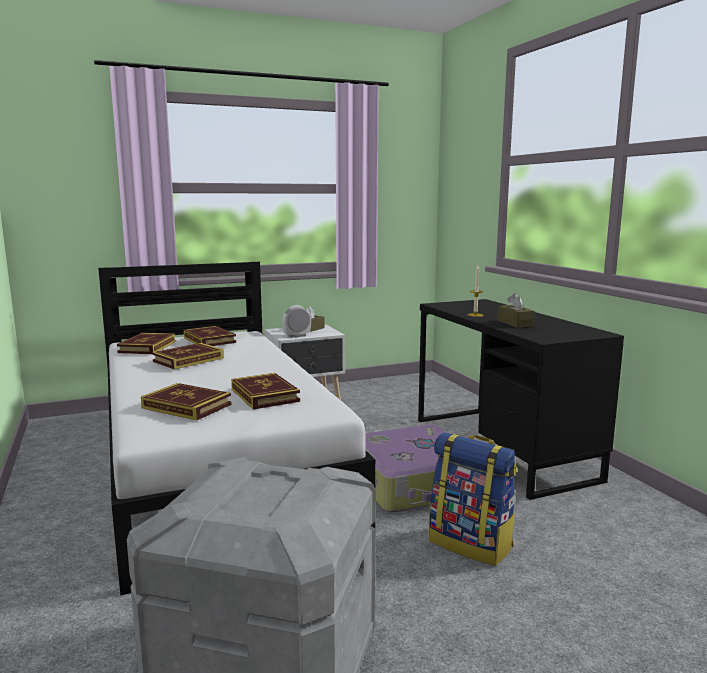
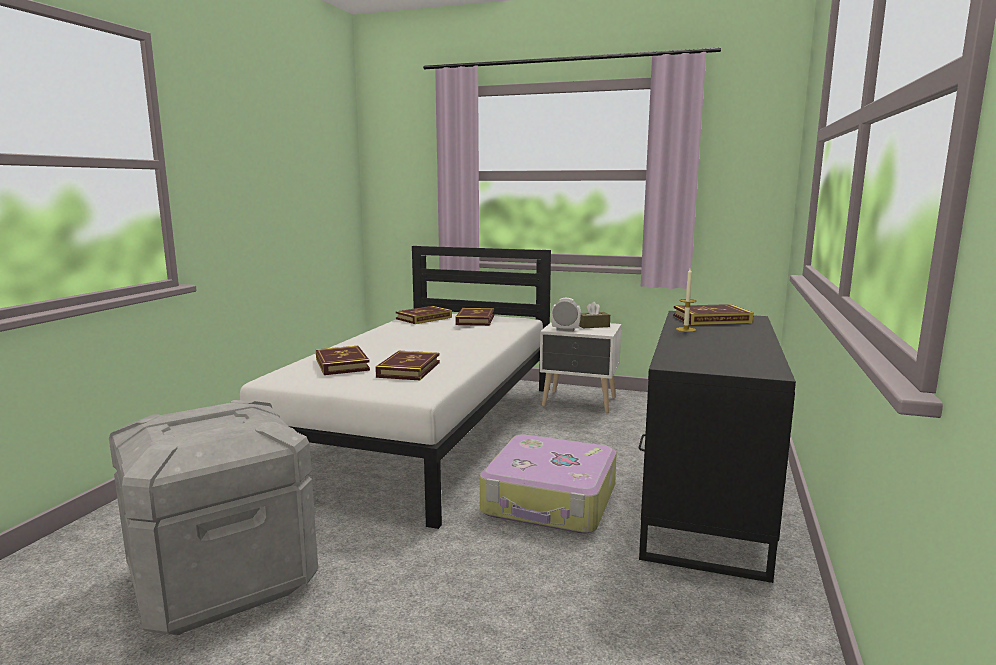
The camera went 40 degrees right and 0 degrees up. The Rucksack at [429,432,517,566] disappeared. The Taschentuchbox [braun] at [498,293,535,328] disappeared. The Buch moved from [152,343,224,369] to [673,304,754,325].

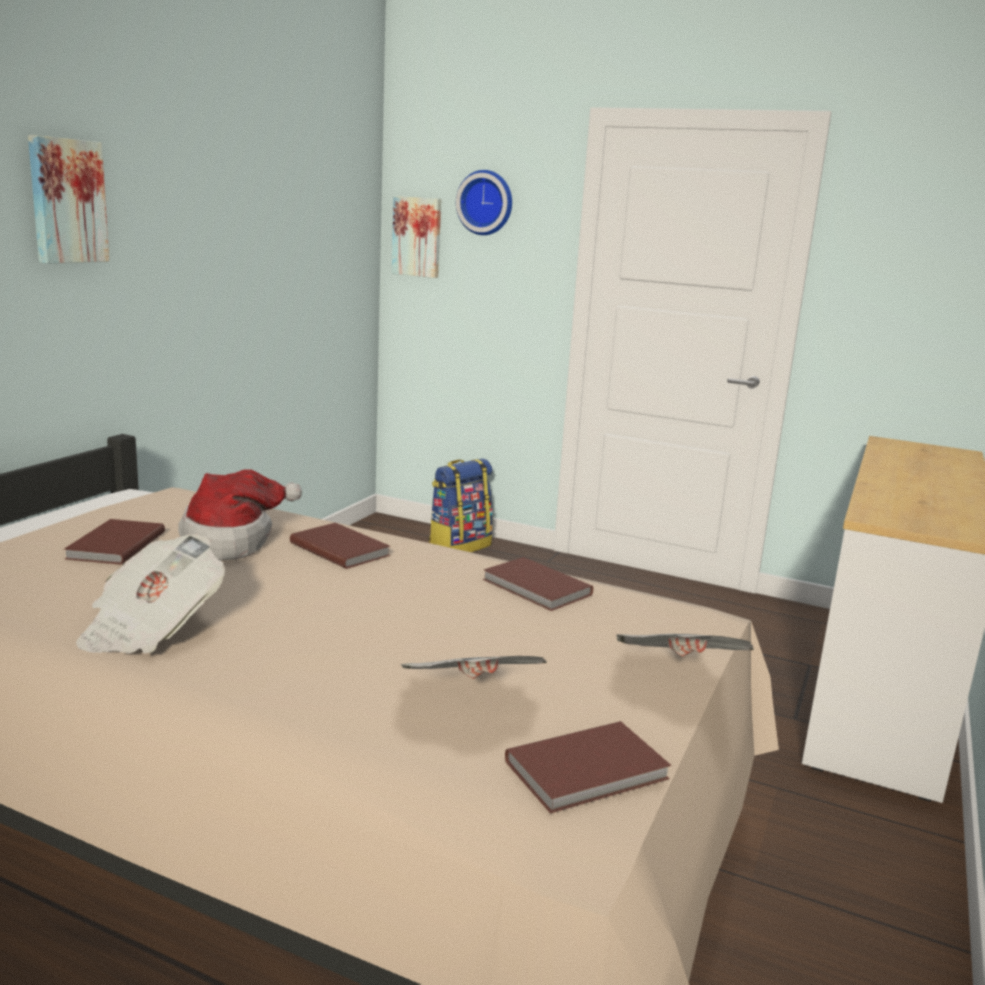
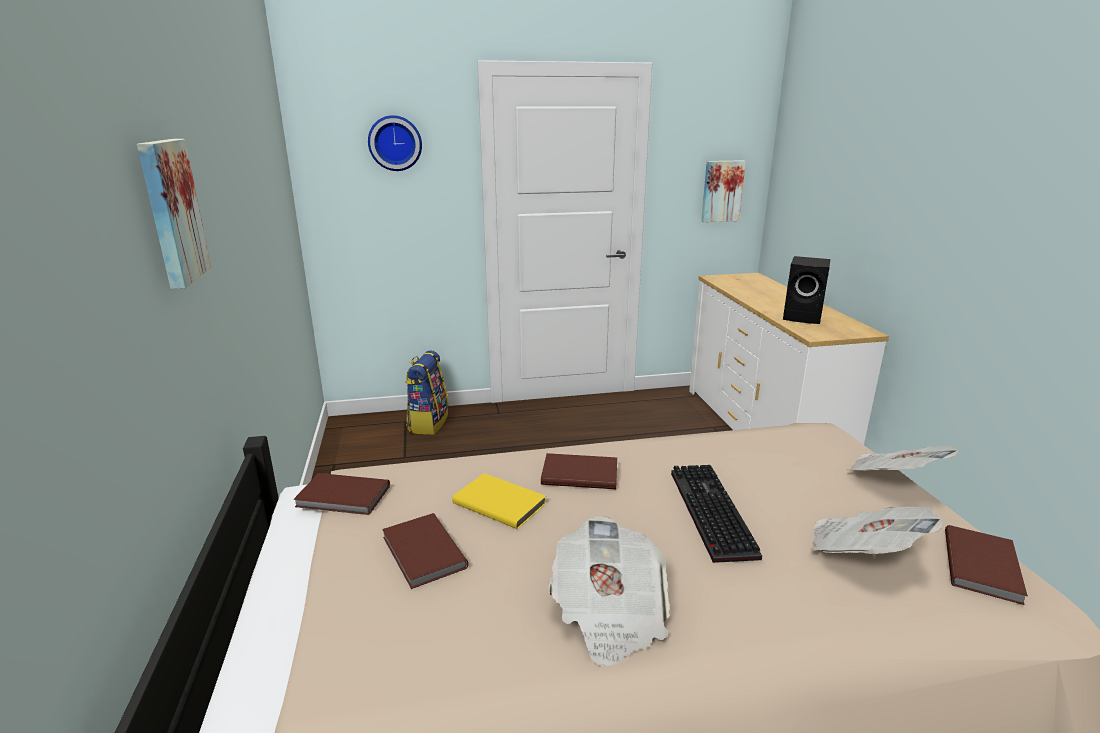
The camera went 35 degrees left and 5 degrees up. The Tastatur at [671,465,762,563] appeared. The Lautsprecher [schwarz] at [783,256,830,324] appeared. The Bild moved from [392,196,441,278] to [701,160,746,222]. The Buch [braun] moved from [483,557,593,611] to [293,473,390,515]. The Hut at [178,469,302,560] was replaced by the Buch [gelb] at [452,473,546,529].

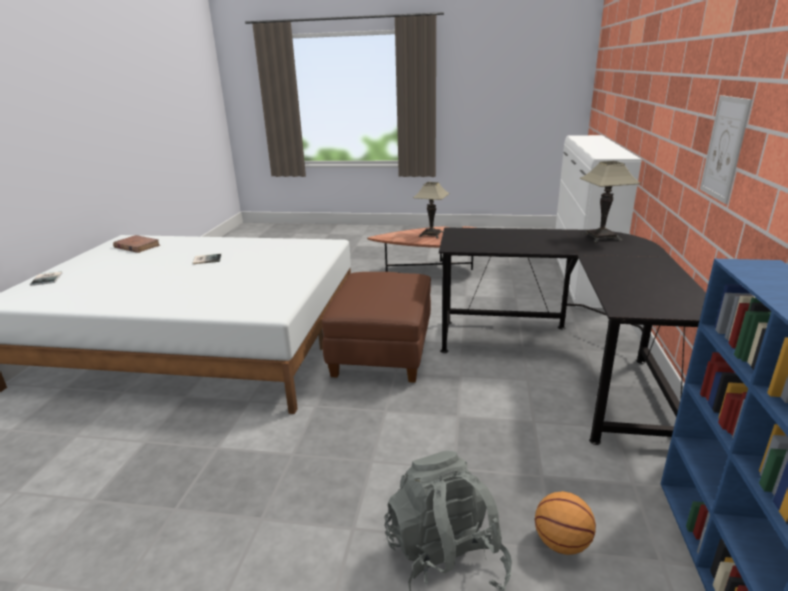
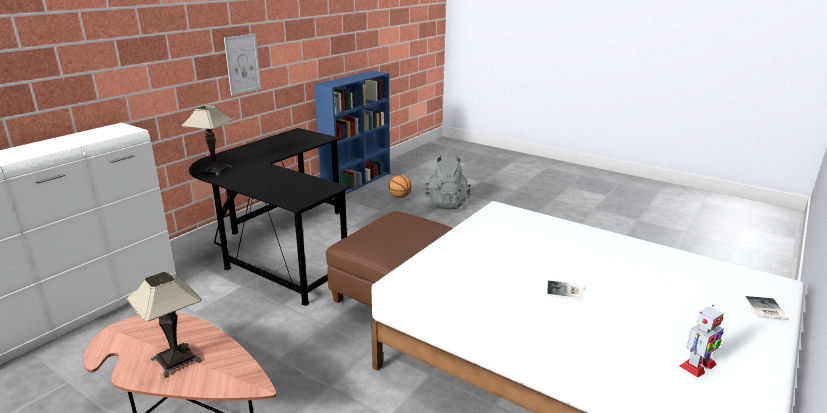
The camera went 155 degrees left and 0 degrees up. The Buch [braun] at [113,235,160,253] was replaced by the Spielzeugroboter at [679,305,724,378].

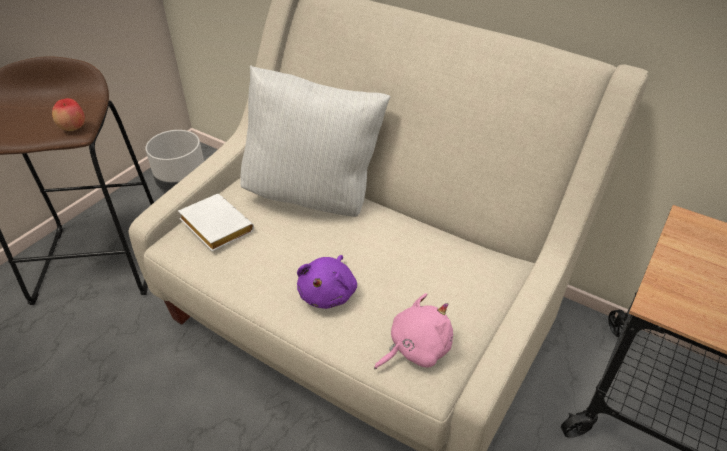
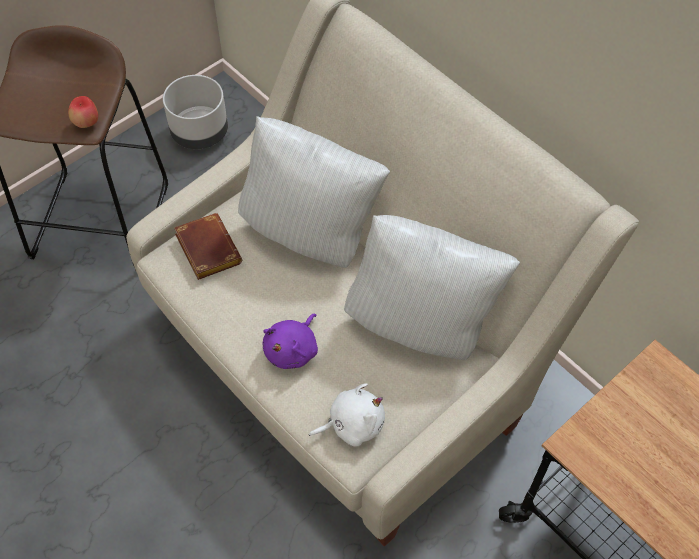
The camera went 15 degrees right and 15 degrees up. The Kissen [weiß] at [344,215,520,360] appeared. The Buch [weiß] at [178,194,254,251] became the Buch [braun] at [174,213,242,280]. The Plüschtier [rosa] at [374,293,453,369] became the Plüschtier [weiß] at [309,383,385,447].

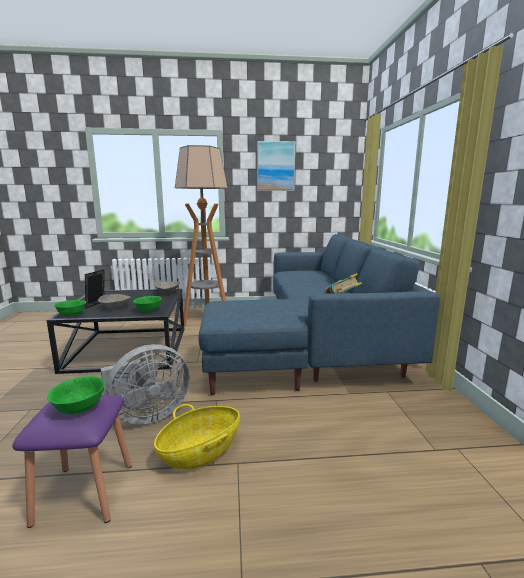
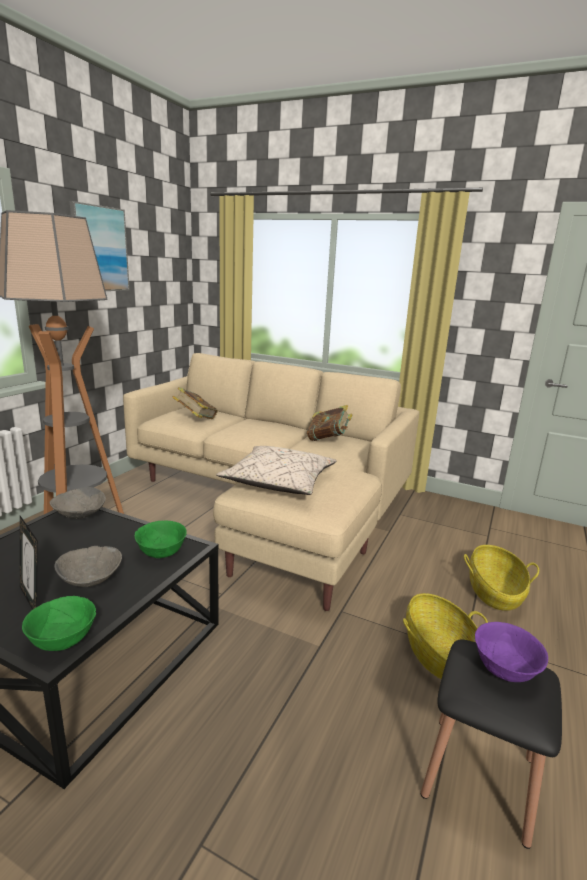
The camera went 60 degrees left and 5 degrees up. The Ventilator [grau] at [100,344,190,425] disappeared. The Buch at [172,387,218,419] appeared. The Kissen [beige] at [216,446,337,495] appeared. The Korb at [464,545,539,611] appeared. The Hocker [lila] at [12,395,131,528] became the Hocker [schwarz] at [421,639,562,849]. The Schüssel [grün] at [47,376,105,414] became the Schüssel [lila] at [475,622,548,682]. The Sofa [blau] at [199,234,440,395] became the Sofa [beige] at [123,353,419,611].

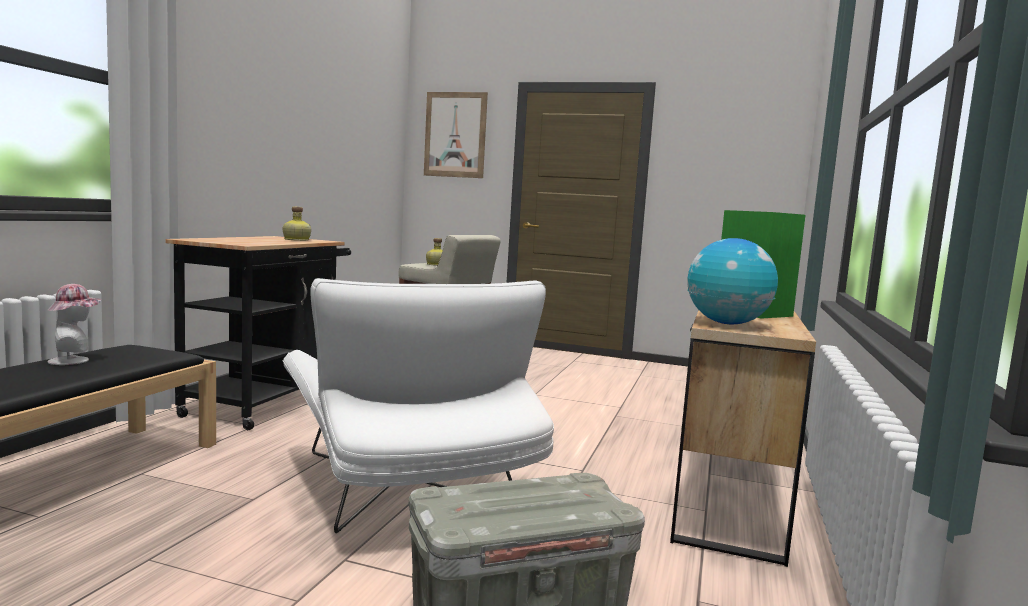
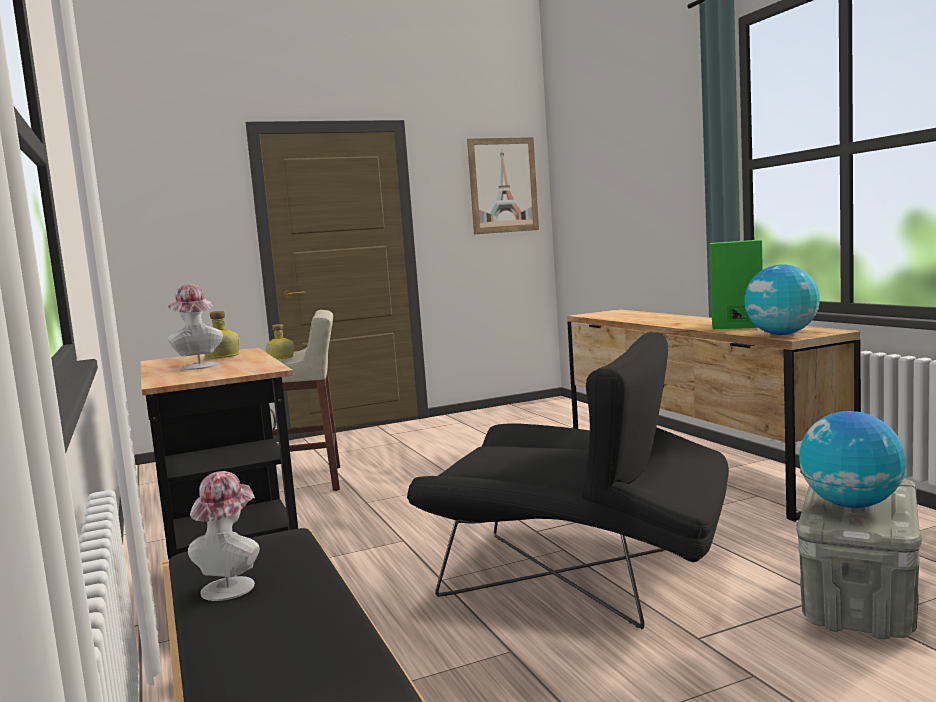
The camera went 40 degrees left and 0 degrees up. The Hut at [168,284,223,370] appeared. The Globus at [799,411,906,508] appeared. The Bild moved from [424,92,488,178] to [467,137,539,235]. The Sessel [weiß] at [282,278,554,533] became the Sessel [schwarz] at [407,332,729,629].

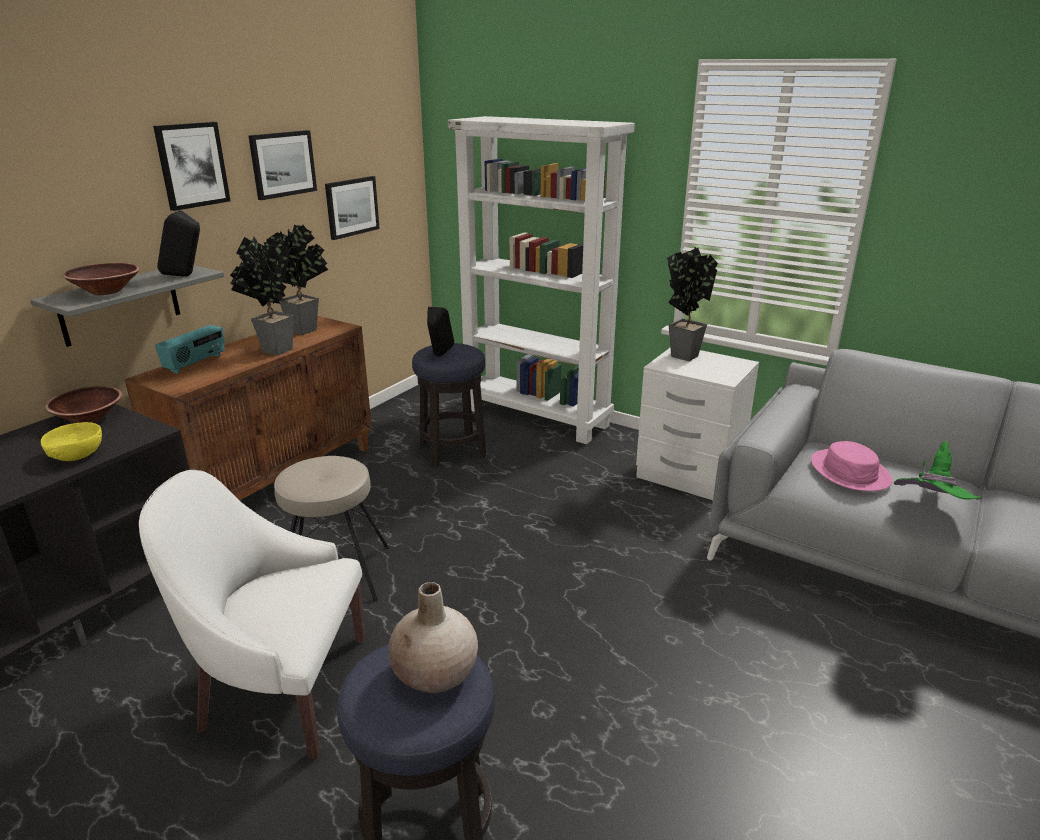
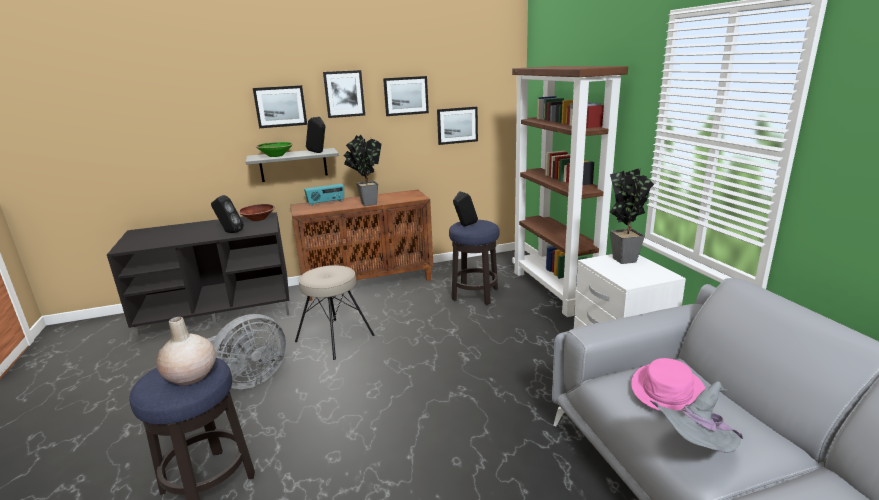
The camera went 40 degrees right and 5 degrees down. The Topfpflanze at [264,224,328,335] disappeared. The Bild at [253,85,307,128] appeared. The Schüssel [gelb] at [41,422,102,461] was replaced by the Lautsprecher [schwarz] at [211,195,244,233]. The Sessel [weiß] at [139,470,365,759] was replaced by the Ventilator [grau] at [208,314,286,389]. The Schüssel [braun] at [62,263,140,295] became the Schüssel [grün] at [256,142,293,157]. The Bücherregal [weiß] at [448,116,635,444] became the Bücherregal [braun] at [512,66,628,317]. The Hut [grün] at [894,441,982,500] became the Hut [grau] at [651,381,743,453].

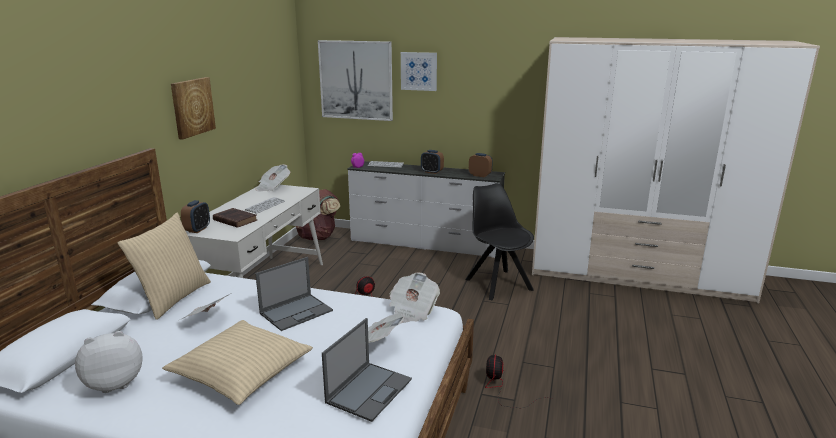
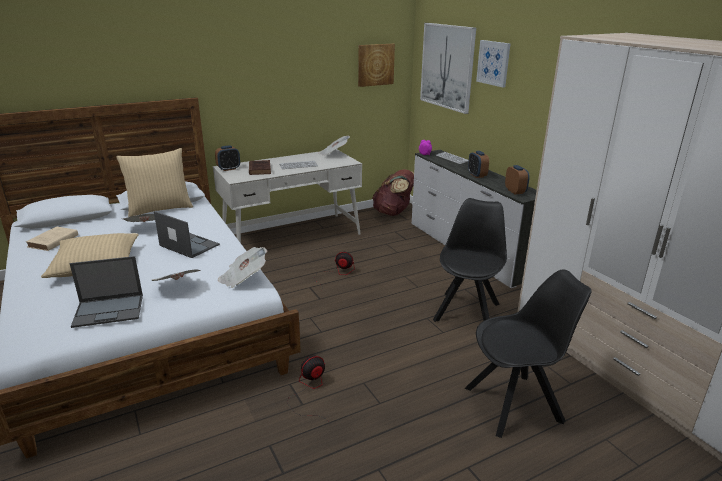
The camera went 45 degrees right and 5 degrees up. The Stuhl [schwarz] at [464,269,592,438] appeared. The Bild moved from [171,77,216,140] to [358,44,395,87]. The Plüschtier at [75,331,143,393] was replaced by the Buch [beige] at [26,227,78,251]. The Laptop at [255,257,333,331] turned 150 degrees counterclockwise.

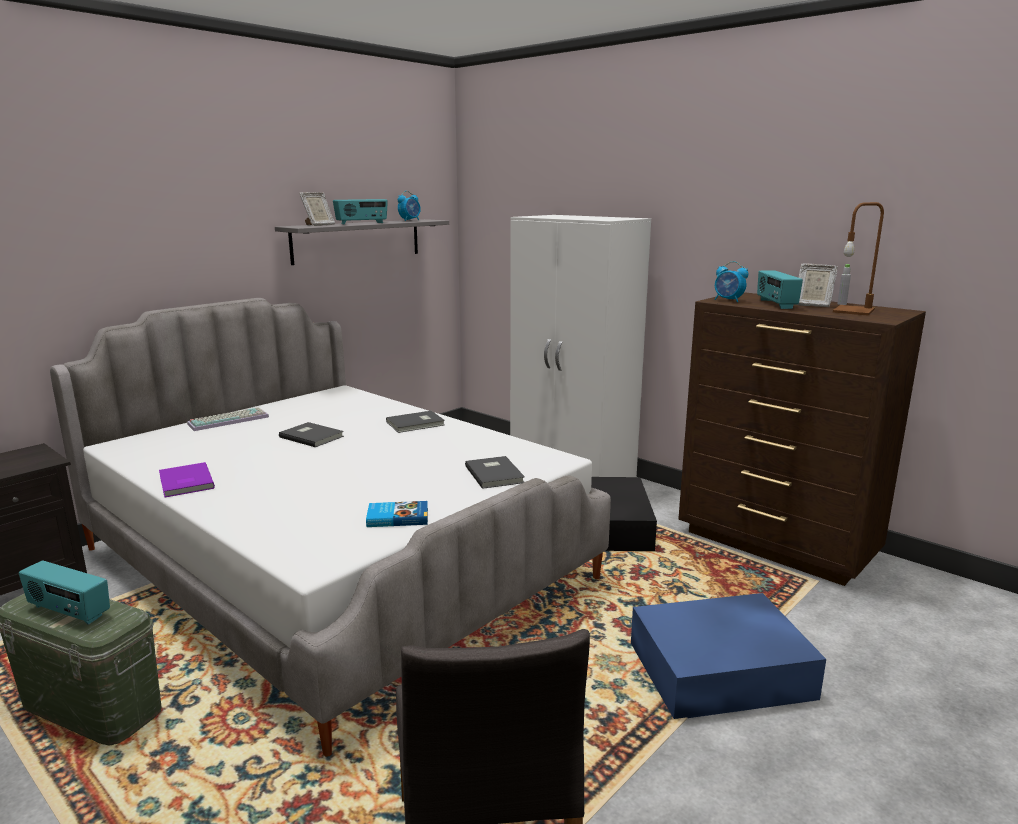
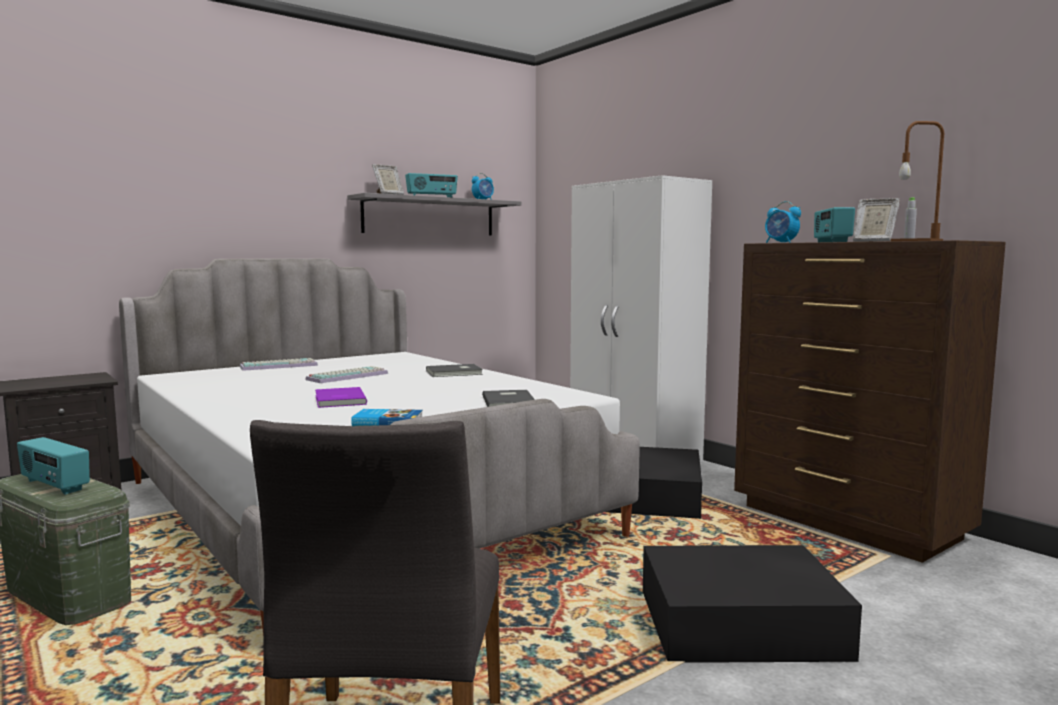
The camera went 10 degrees right and 10 degrees down. The Buch [lila] moved from [159,462,215,497] to [315,387,367,408]. The Buch [grau] at [279,422,344,447] was replaced by the Tastatur at [306,366,388,383]. The Aufbewahrungsbox [blau] at [631,593,826,719] became the Aufbewahrungsbox [schwarz] at [643,545,862,663].

